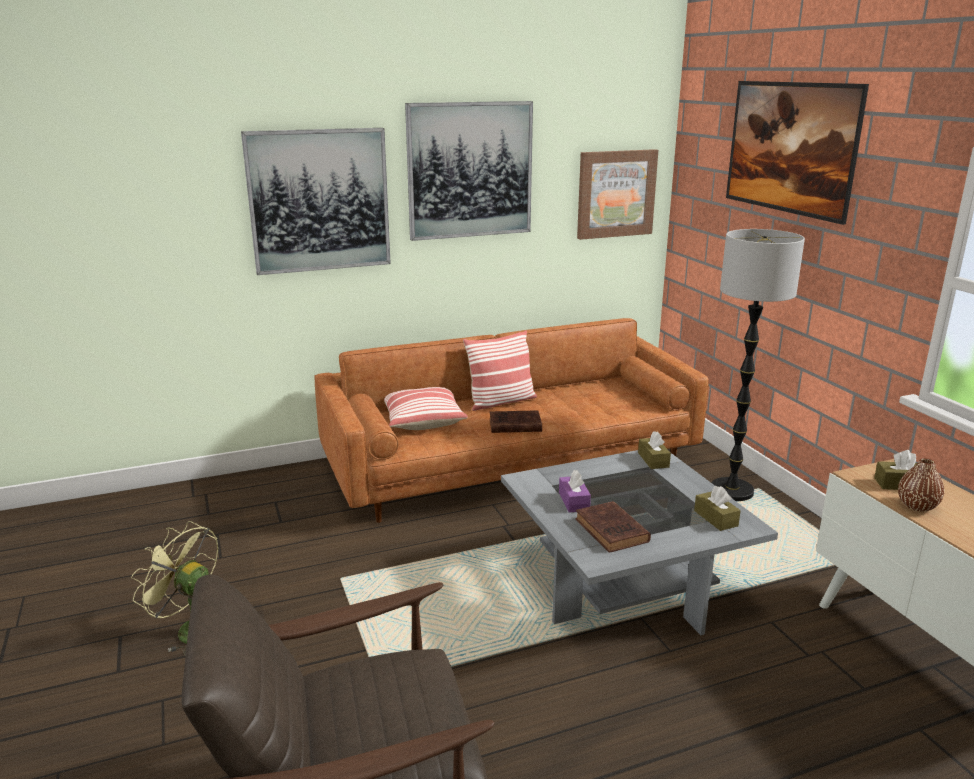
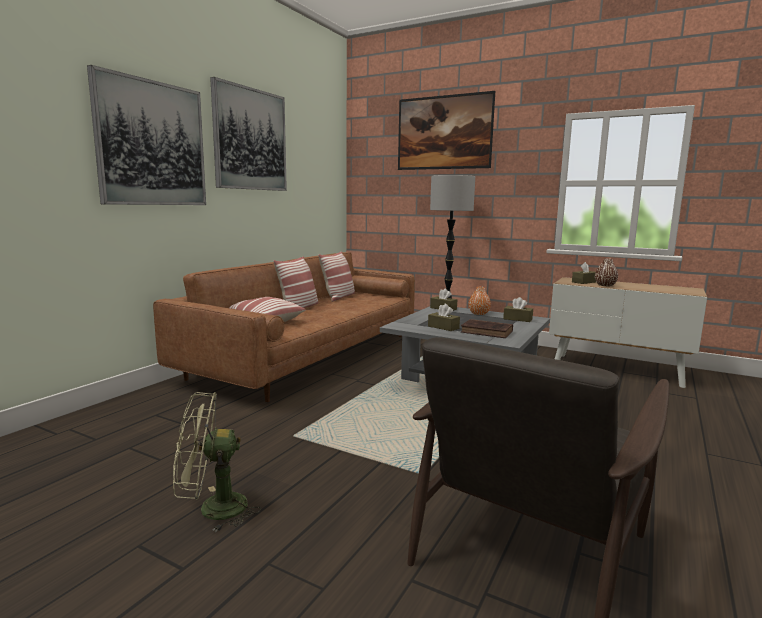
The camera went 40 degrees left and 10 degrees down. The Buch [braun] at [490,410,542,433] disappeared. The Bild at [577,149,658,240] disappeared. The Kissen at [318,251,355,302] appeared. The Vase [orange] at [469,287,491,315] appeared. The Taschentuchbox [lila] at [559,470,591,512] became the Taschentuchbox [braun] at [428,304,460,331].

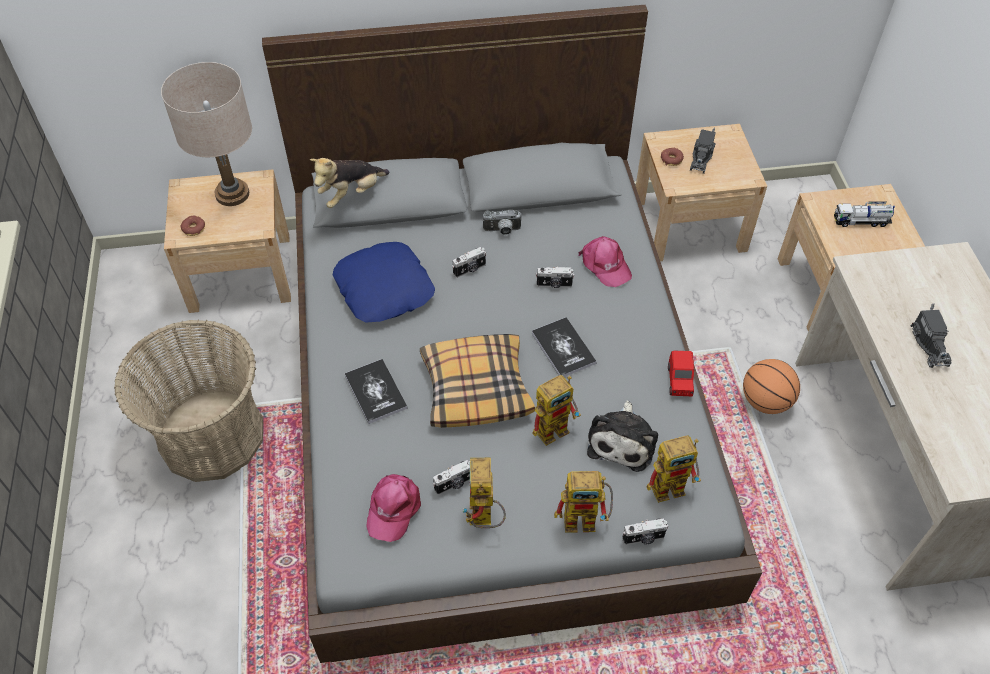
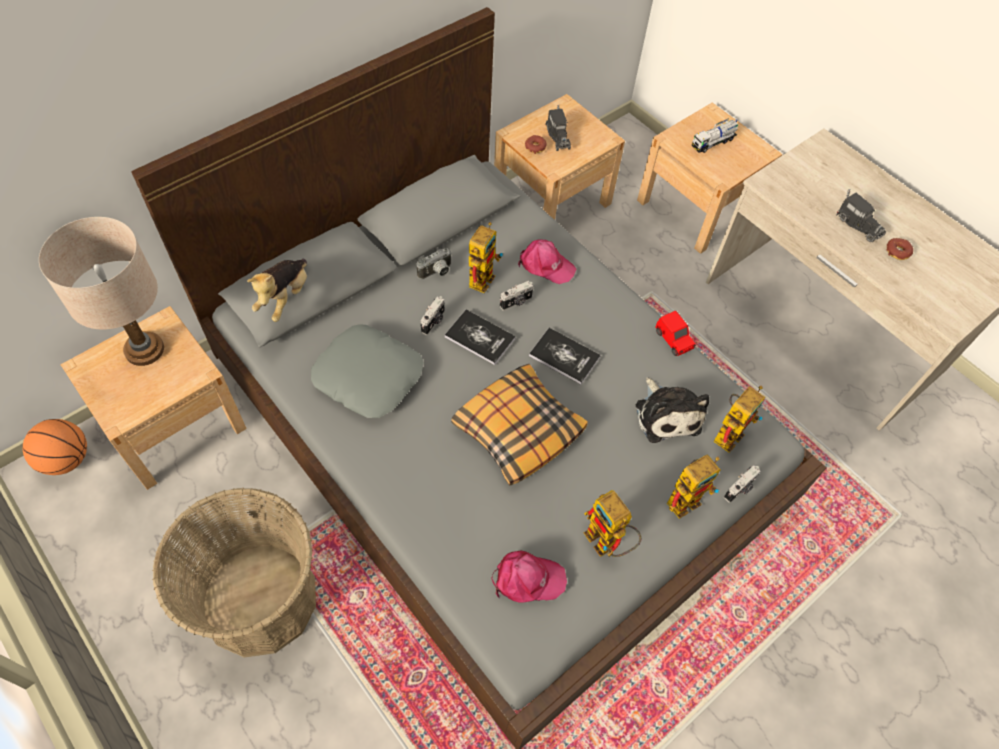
The camera went 35 degrees left and 5 degrees up. The Kamera at [433,460,470,495] disappeared. The Donut moved from [181,216,205,236] to [887,238,913,260]. The Buch moved from [345,359,408,424] to [445,310,516,366]. The Spielzeugroboter moved from [533,375,581,446] to [469,222,503,293]. The Basketball moved from [743,359,800,414] to [23,419,87,475]. The Kissen [blau] at [333,242,435,322] became the Kissen [grau] at [311,325,424,418]. The Kappe [rosa] at [366,474,421,542] turned 75 degrees counterclockwise.

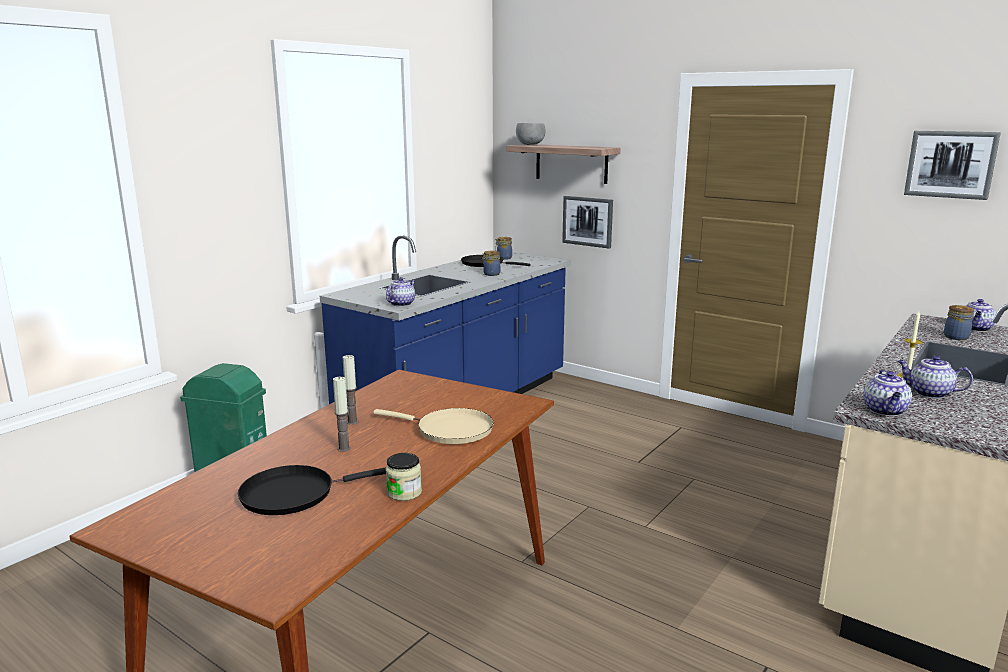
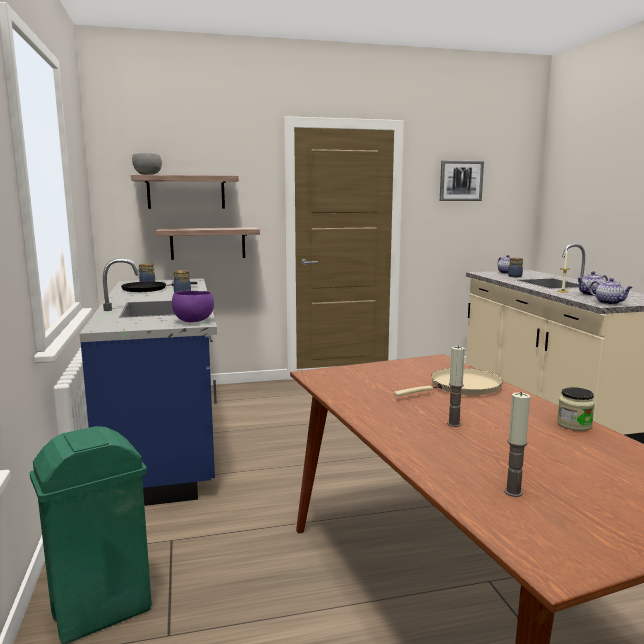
The camera went 50 degrees left and 5 degrees down. The Pfanne [schwarz] at [238,465,386,515] disappeared. The Kerze moved from [343,355,359,425] to [504,392,530,497]. The Teekanne at [386,277,415,307] was replaced by the Schüssel [lila] at [172,291,214,322]. The Bild at [562,196,613,248] was replaced by the Wandregal at [156,227,260,260].

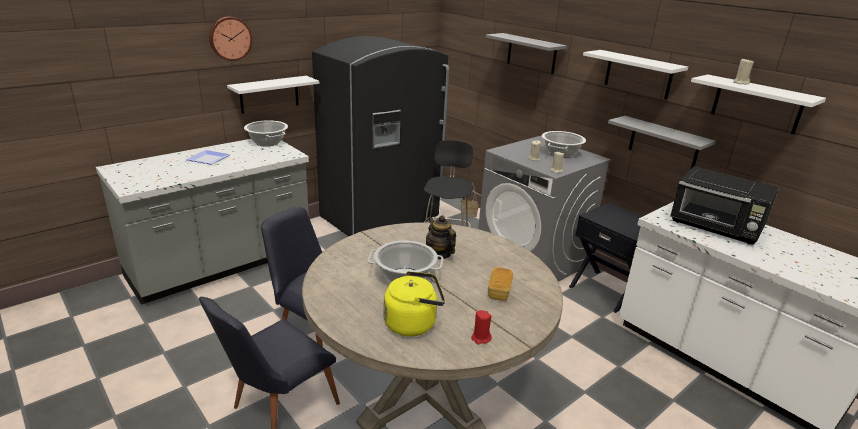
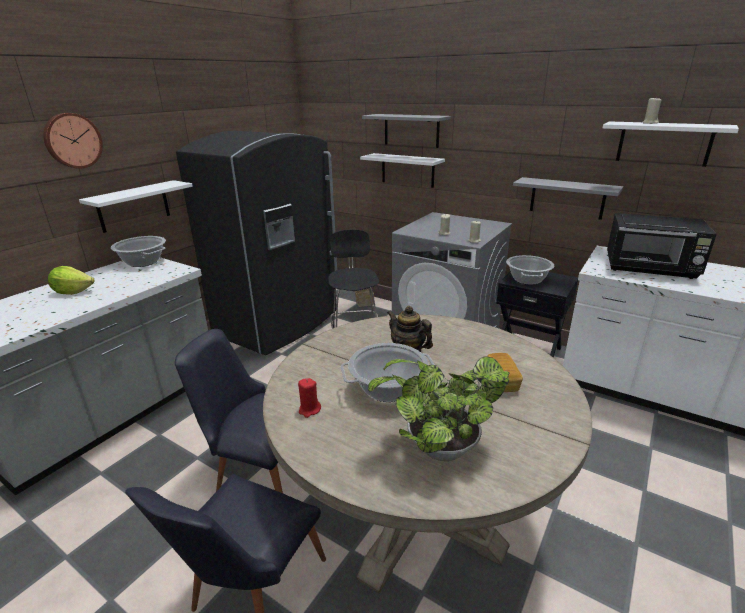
The camera went 15 degrees left and 0 degrees up. The Kerze [rot] moved from [471,310,492,345] to [298,378,321,418]. The Kochtopf moved from [542,131,586,158] to [506,255,554,285]. The Wandregal [weiß] moved from [583,50,688,99] to [360,153,445,188]. The Teller at [186,150,231,165] was replaced by the Salatkopf at [48,266,95,295]. The Wasserkessel [gelb] at [384,271,445,336] was replaced by the Topfpflanze at [368,356,510,461].

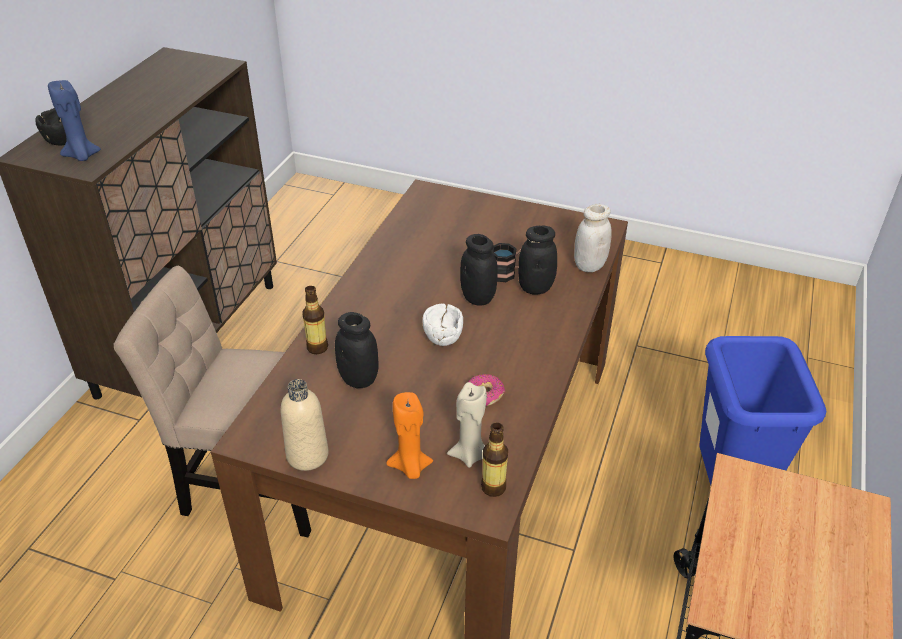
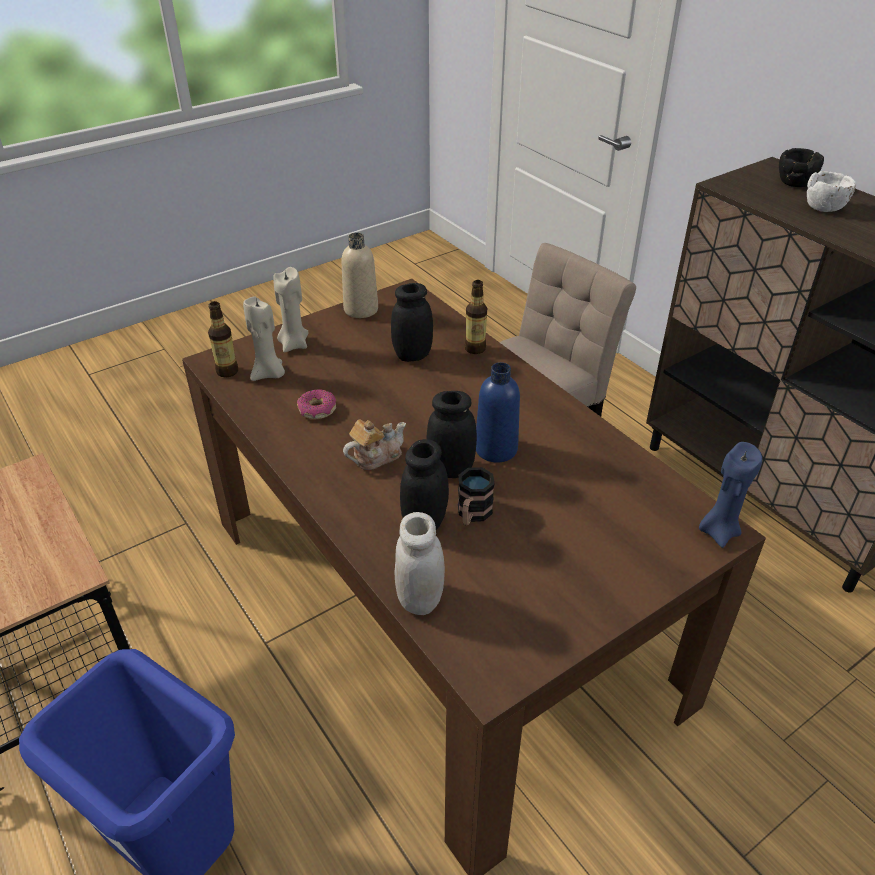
The camera went 125 degrees right and 0 degrees up. The Teekanne at [343,419,406,470] appeared. The Flasche [blau] at [476,362,520,463] appeared. The Kerze [blau] moved from [48,80,101,161] to [699,442,762,548]. The Schüssel [weiß] moved from [423,304,463,346] to [807,171,856,212]. The Kerze [orange] at [386,392,433,479] became the Kerze [beige] at [273,267,308,353].

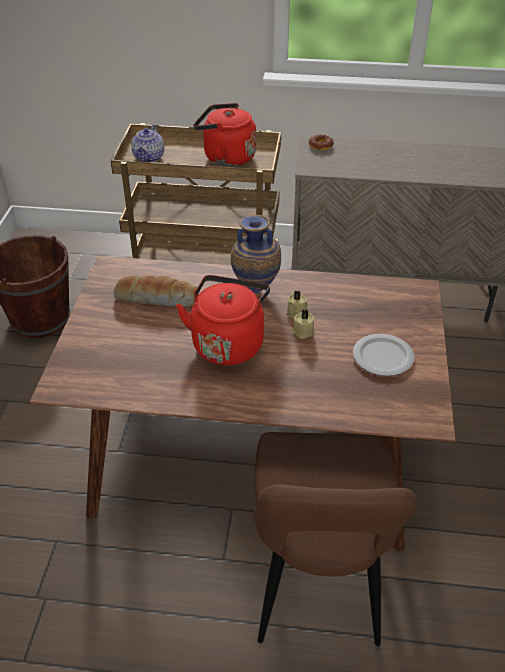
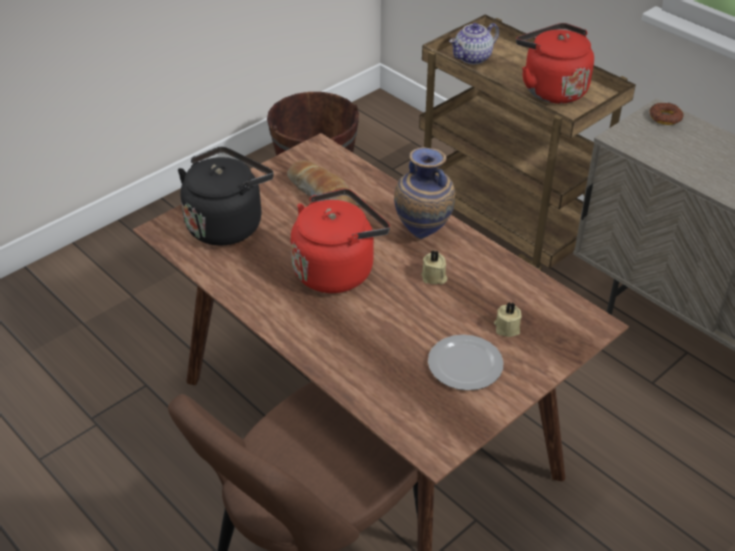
The camera went 40 degrees right and 0 degrees up. The Wasserkessel [schwarz] at [178,147,274,246] appeared. The Kerze [beige] moved from [291,309,315,339] to [494,302,522,337].

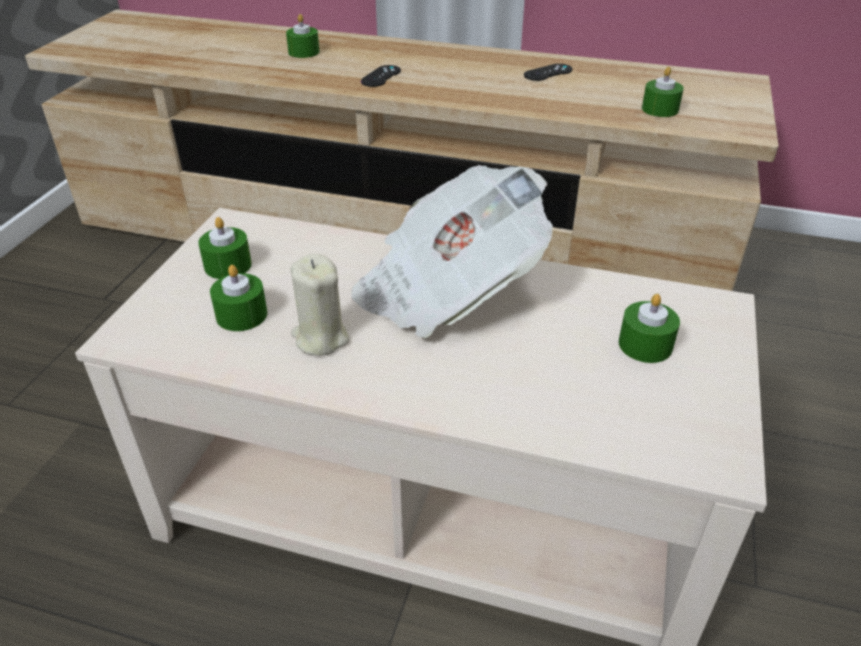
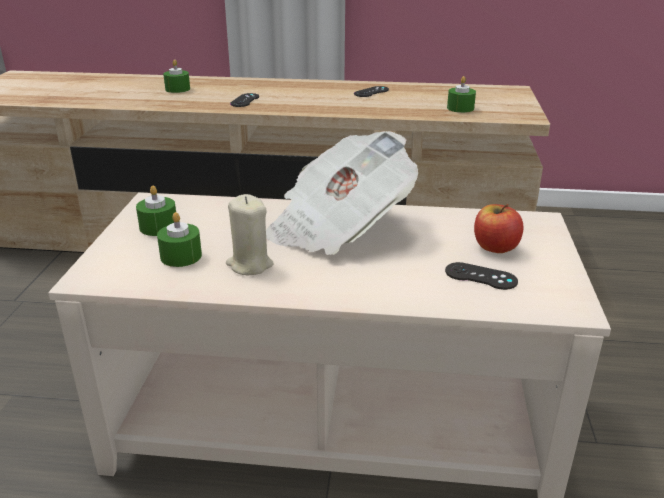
The camera went 10 degrees left and 10 degrees down. The Gamepad [schwarz] at [445,262,518,290] appeared. The Kerze [grün] at [619,294,680,363] was replaced by the Apfel at [474,204,524,253].

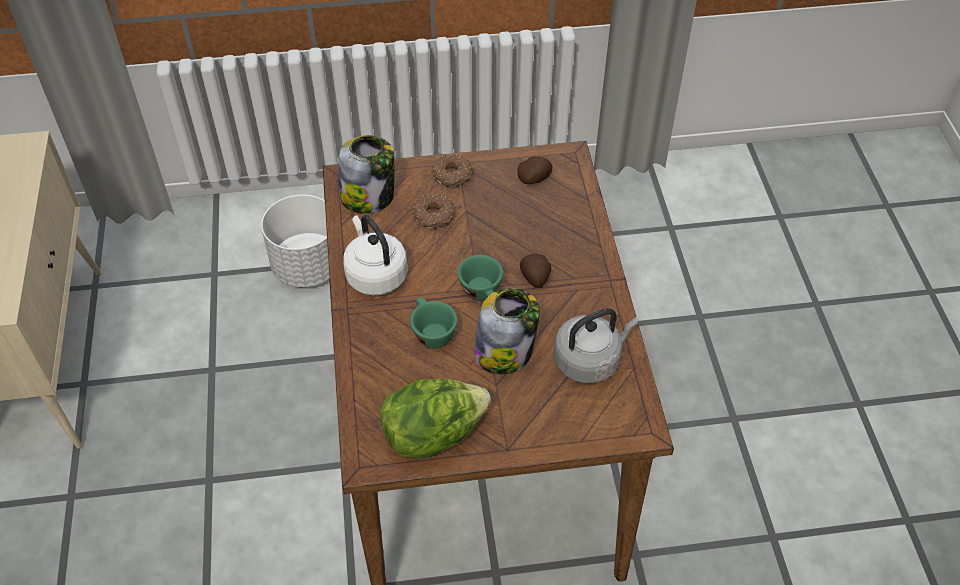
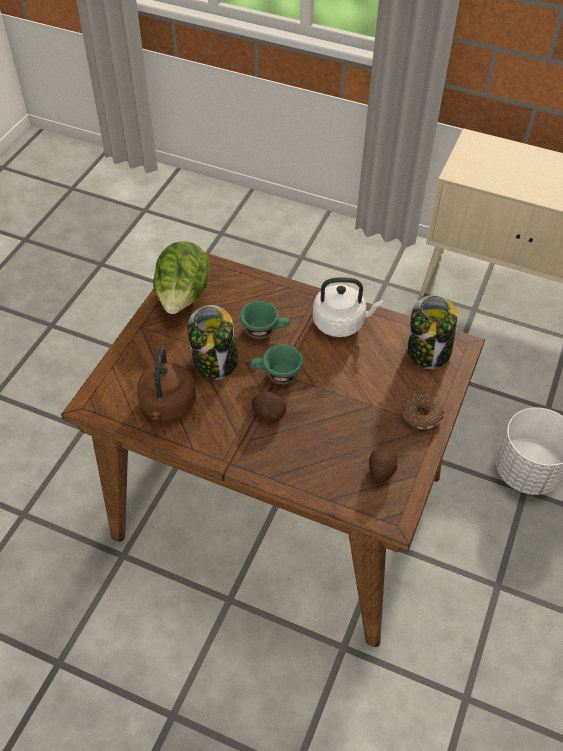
The camera went 120 degrees right and 0 degrees up. The Donut at [412,194,455,229] disappeared. The Wasserkessel [grau] at [554,308,639,383] became the Wasserkessel [braun] at [137,347,196,421].

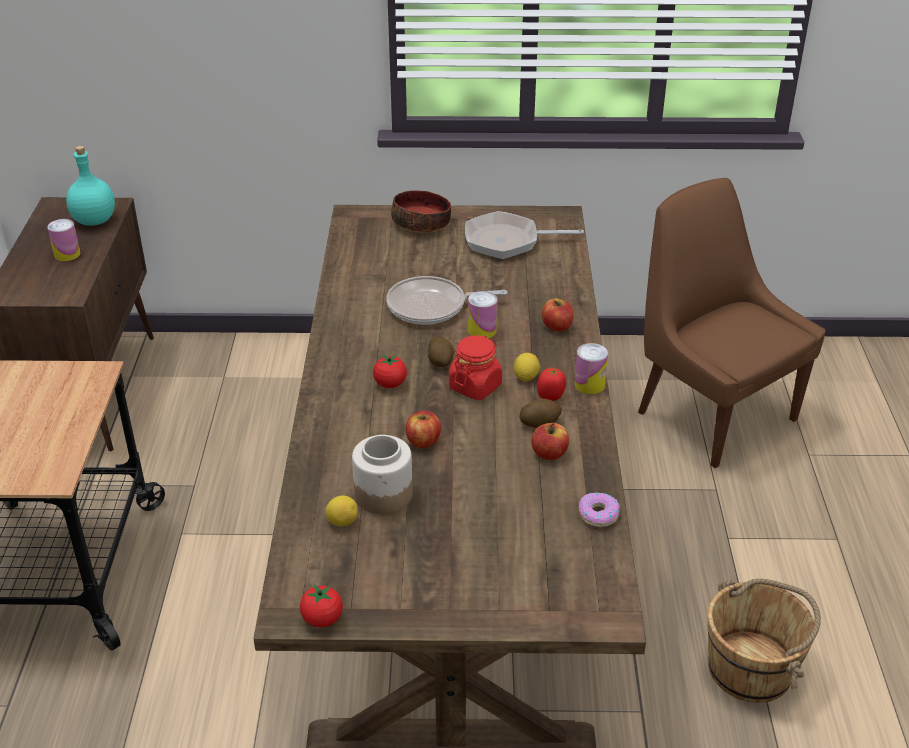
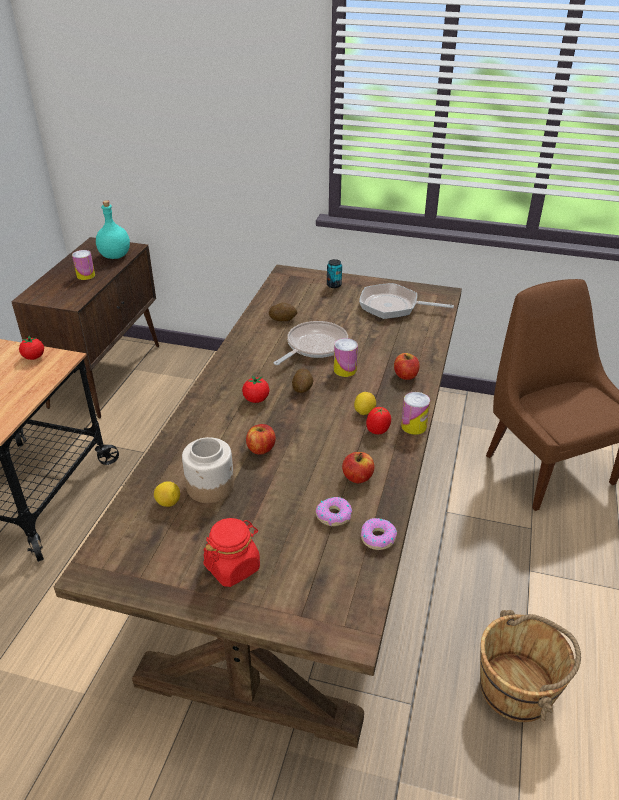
The camera went 15 degrees right and 0 degrees up. The Donut at [316,497,352,526] appeared. The Tomate moved from [300,584,343,628] to [19,336,44,360]. The Vorratsglas [rot] moved from [449,335,502,400] to [203,518,260,587]. The Kartoffel moved from [520,399,562,428] to [269,303,297,321]. The Schüssel at [391,191,451,232] was replaced by the Dose at [327,259,342,288]. The Pfanne at [386,276,508,324] turned 120 degrees clockwise.

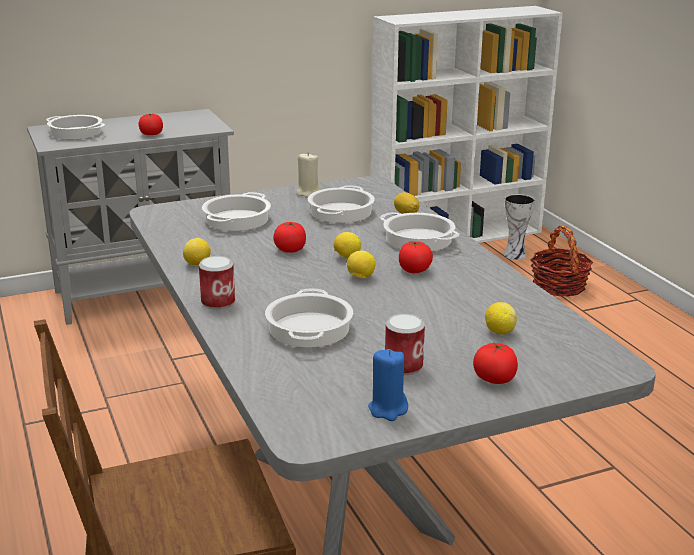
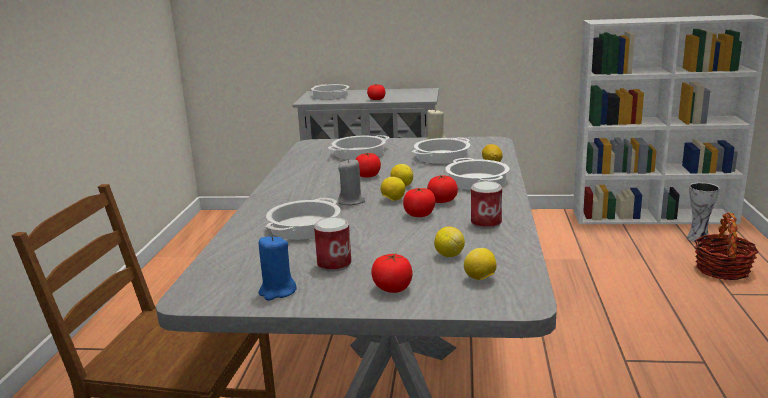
The camera went 30 degrees right and 5 degrees down. The Kerze [grau] at [338,159,365,205] appeared. The Tomate at [403,188,435,217] appeared. The Zitrone moved from [183,238,211,265] to [464,248,496,280]. The Dose moved from [199,256,235,310] to [471,181,502,229].

